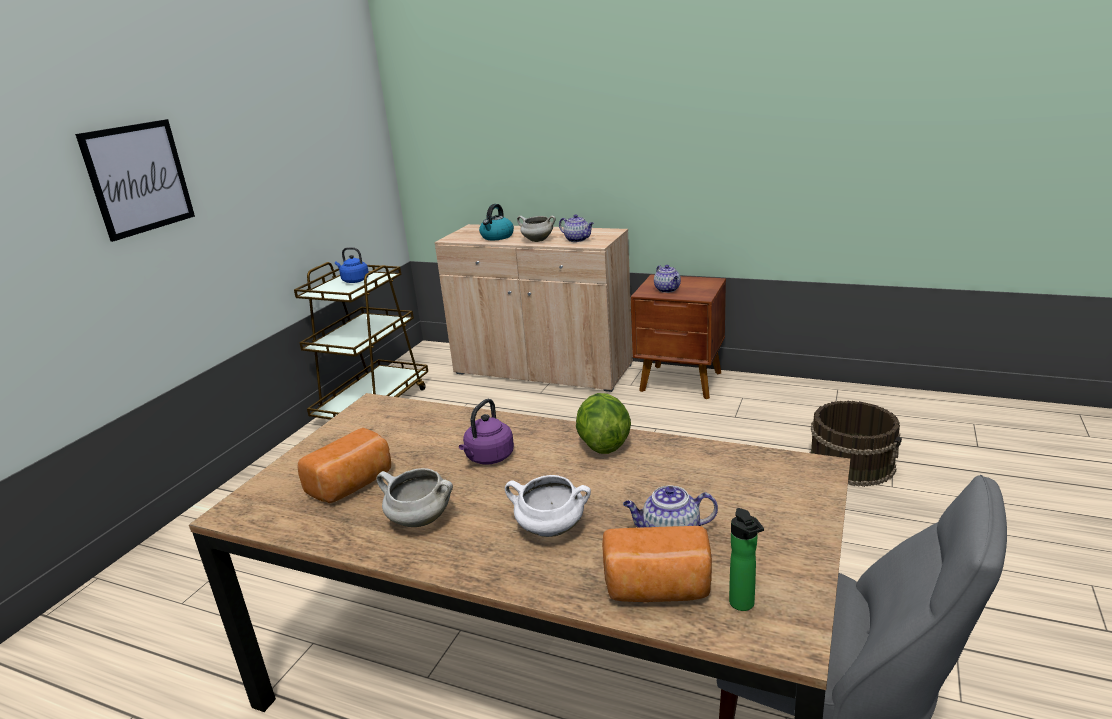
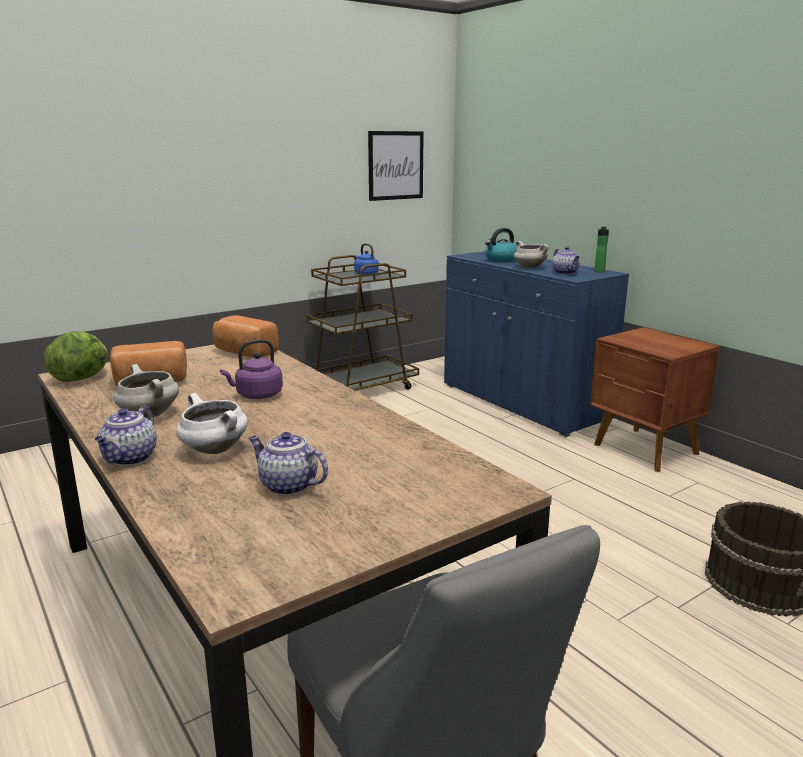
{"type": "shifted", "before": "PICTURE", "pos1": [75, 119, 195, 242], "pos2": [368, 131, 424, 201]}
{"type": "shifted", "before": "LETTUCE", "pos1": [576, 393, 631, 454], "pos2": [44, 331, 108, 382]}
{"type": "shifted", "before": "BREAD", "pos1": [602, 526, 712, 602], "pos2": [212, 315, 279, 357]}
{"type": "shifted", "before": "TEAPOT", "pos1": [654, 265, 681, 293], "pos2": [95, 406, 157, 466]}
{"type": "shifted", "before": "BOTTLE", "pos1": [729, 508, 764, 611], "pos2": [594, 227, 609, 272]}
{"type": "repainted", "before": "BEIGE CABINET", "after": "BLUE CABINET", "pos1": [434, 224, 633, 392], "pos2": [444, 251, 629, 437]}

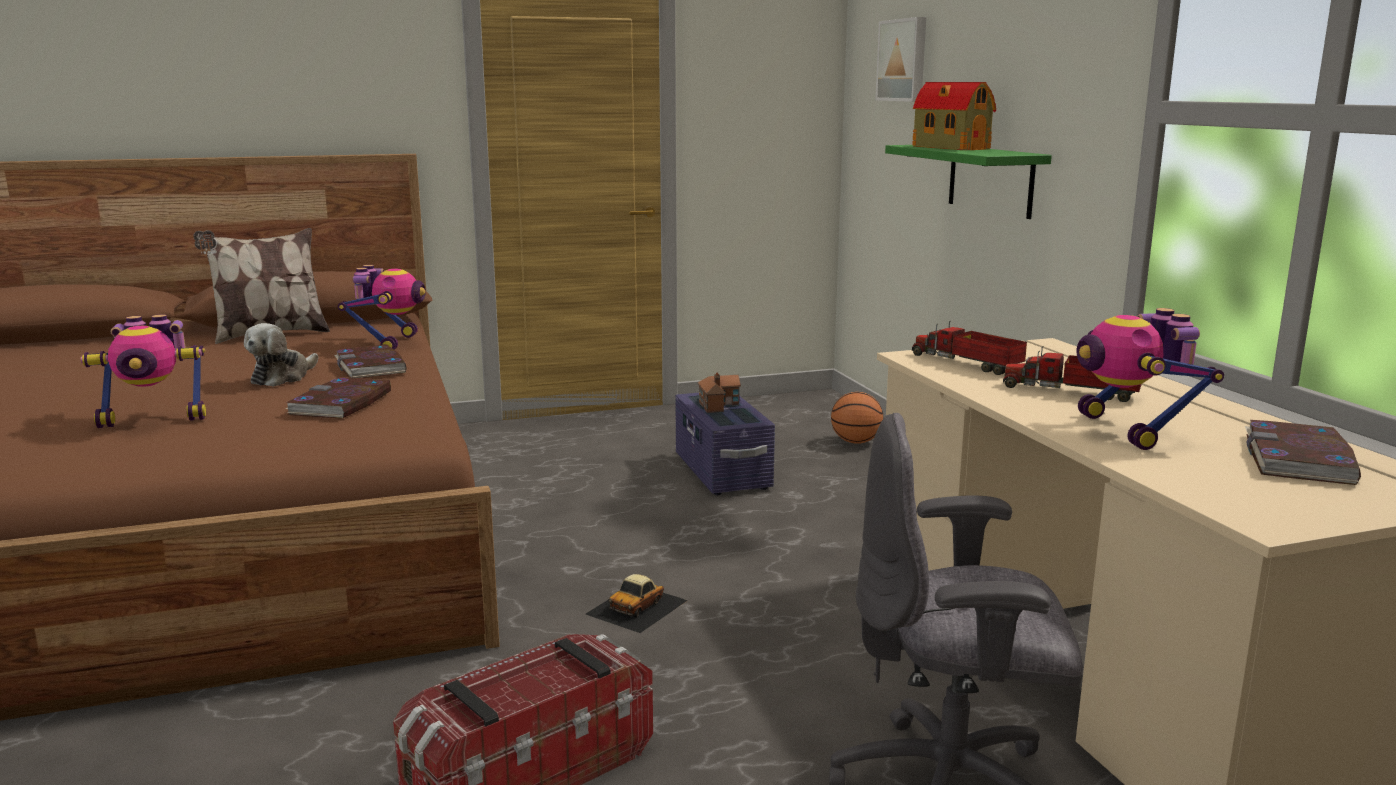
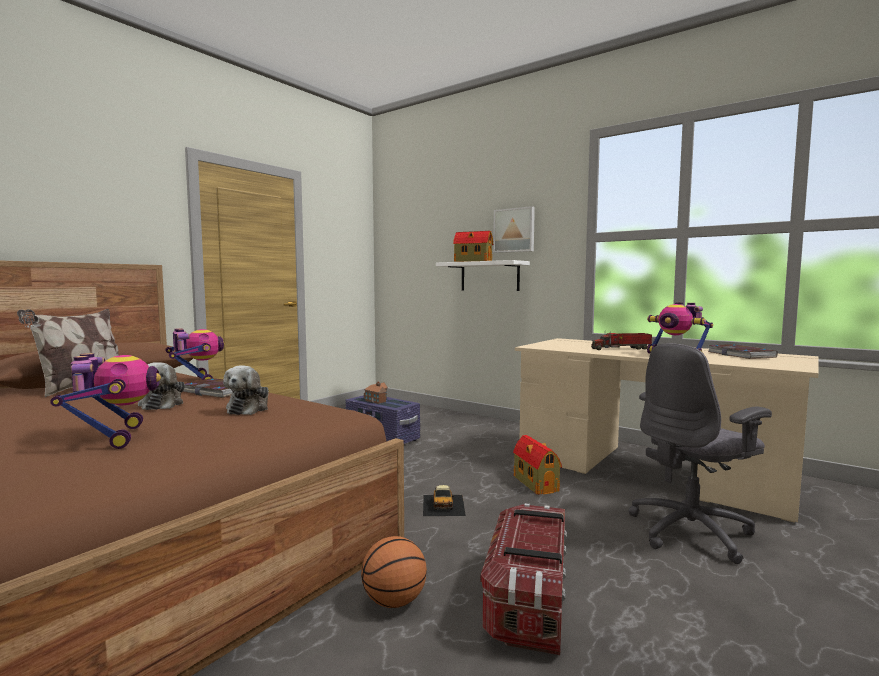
{"type": "gone", "before": "TOY TRUCK", "pos1": [912, 321, 1027, 375]}
{"type": "new", "after": "TOY HOUSE", "pos2": [513, 435, 562, 495]}
{"type": "shifted", "before": "BASKETBALL", "pos1": [831, 392, 884, 444], "pos2": [361, 536, 427, 608]}
{"type": "shifted", "before": "PICTURE", "pos1": [875, 17, 926, 102], "pos2": [493, 206, 535, 253]}
{"type": "swapped", "before": "BOOK", "after": "PLUSH TOY", "pos1": [286, 377, 391, 419], "pos2": [223, 365, 269, 415]}
{"type": "repainted", "before": "GREEN SHELF", "after": "WHITE SHELF", "pos1": [885, 145, 1052, 219], "pos2": [436, 260, 530, 291]}
{"type": "rotated", "before": "TOY ROBOT", "pos1": [81, 314, 206, 428], "pos2": [50, 353, 161, 449], "turn": -60}

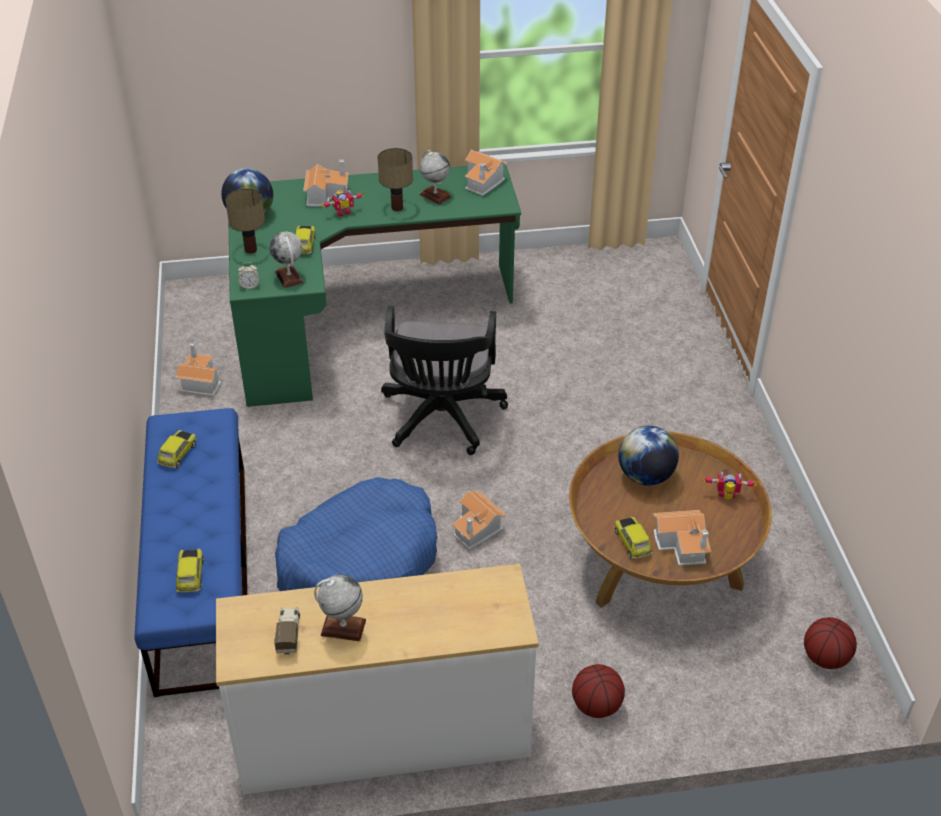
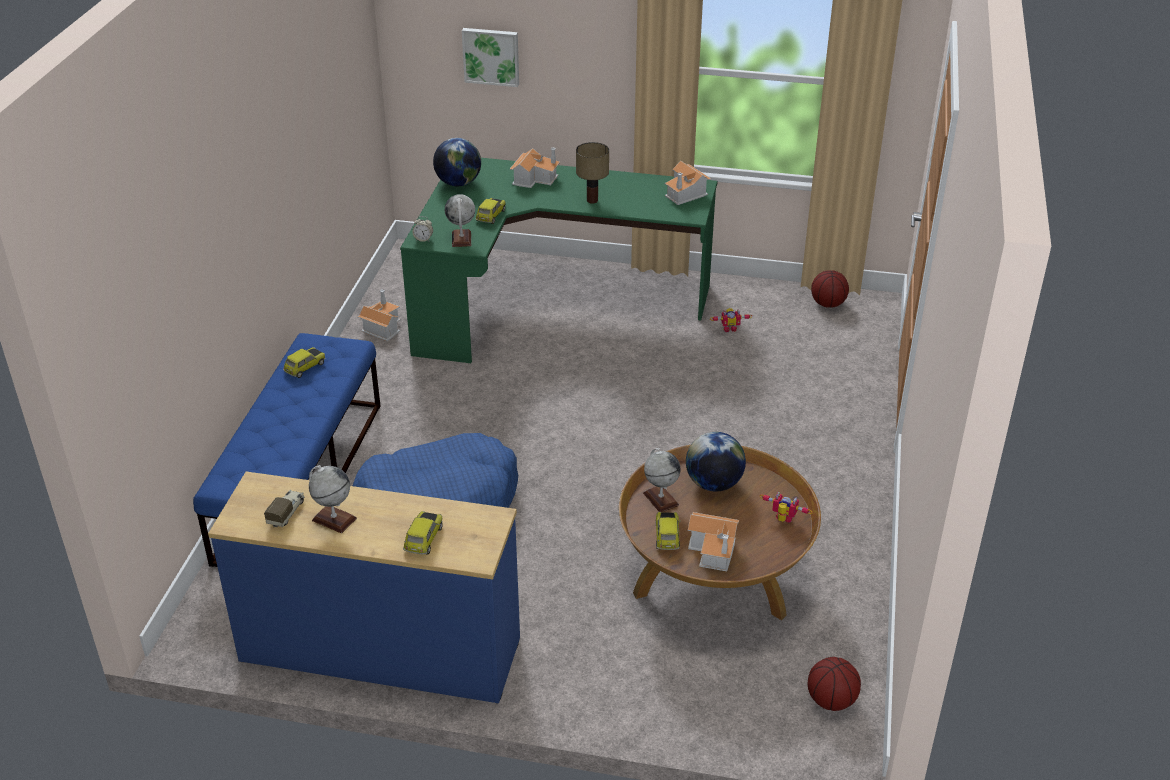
{"type": "gone", "before": "TABLE LAMP", "pos1": [225, 188, 265, 254]}
{"type": "gone", "before": "BLACK OFFICE CHAIR", "pos1": [381, 306, 508, 455]}
{"type": "gone", "before": "TOY HOUSE", "pos1": [452, 491, 506, 550]}
{"type": "new", "after": "PICTURE", "pos2": [462, 28, 519, 87]}
{"type": "shifted", "before": "TOY CAR", "pos1": [176, 549, 204, 593], "pos2": [403, 511, 443, 554]}
{"type": "shifted", "before": "TOY ROBOT", "pos1": [321, 189, 364, 217], "pos2": [710, 308, 752, 332]}
{"type": "shifted", "before": "GLOBE", "pos1": [419, 150, 452, 205], "pos2": [643, 448, 680, 512]}
{"type": "shifted", "before": "BASKETBALL", "pos1": [572, 664, 625, 718], "pos2": [811, 270, 849, 308]}
{"type": "repainted", "before": "WHITE DRESSER", "after": "BLUE DRESSER", "pos1": [216, 564, 539, 795], "pos2": [208, 471, 520, 703]}

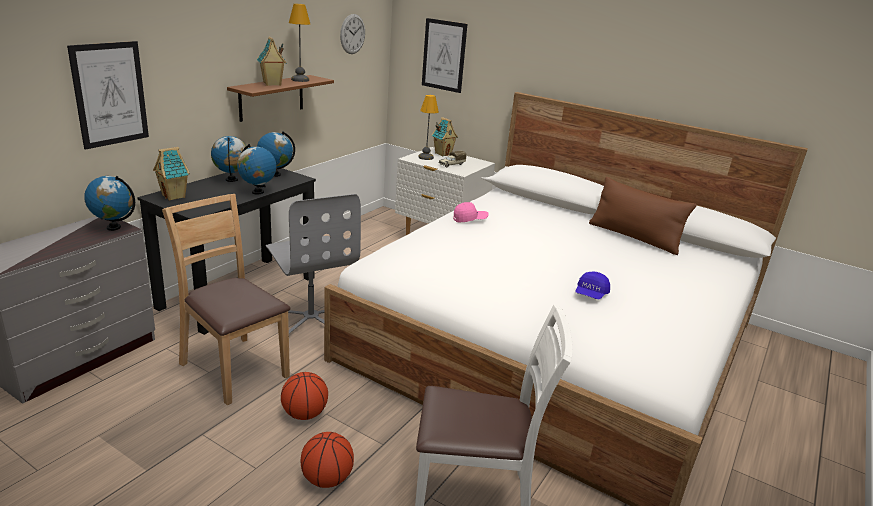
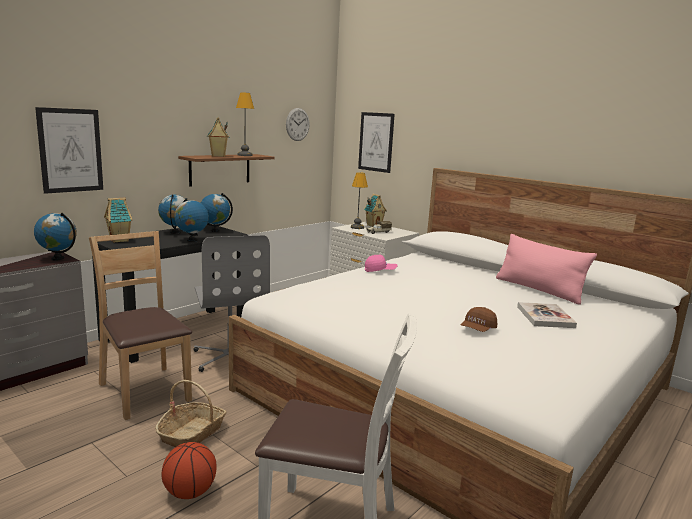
{"type": "new", "after": "BOOK", "pos2": [517, 302, 577, 328]}
{"type": "swapped", "before": "BASKETBALL", "after": "BASKET", "pos1": [281, 372, 328, 420], "pos2": [155, 380, 226, 447]}
{"type": "repainted", "before": "BLUE CAP", "after": "BROWN CAP", "pos1": [576, 272, 610, 299], "pos2": [461, 307, 497, 332]}
{"type": "repainted", "before": "BROWN PILLOW", "after": "PINK PILLOW", "pos1": [589, 177, 697, 255], "pos2": [496, 234, 597, 305]}

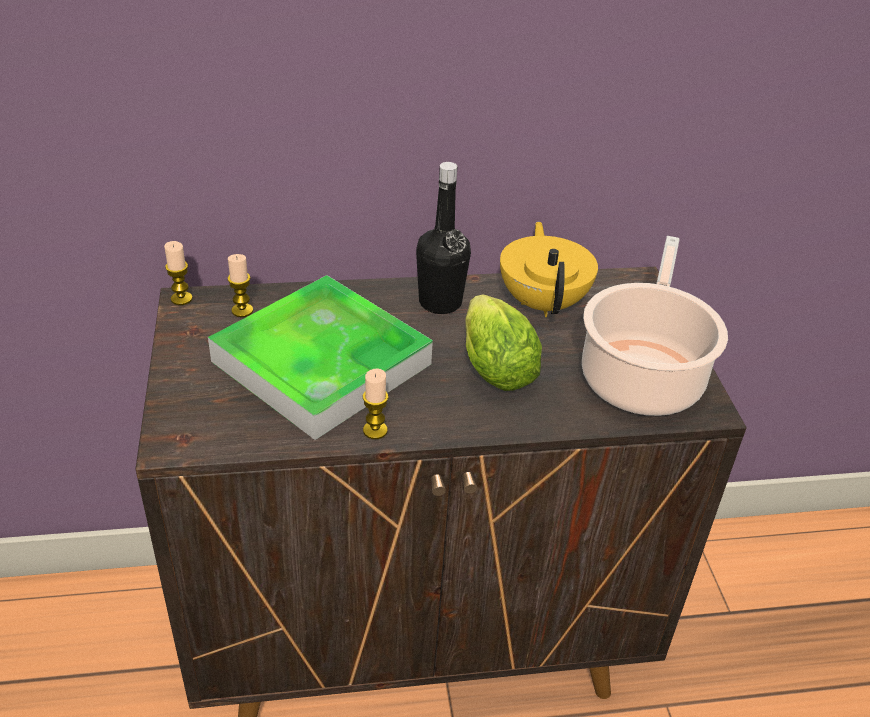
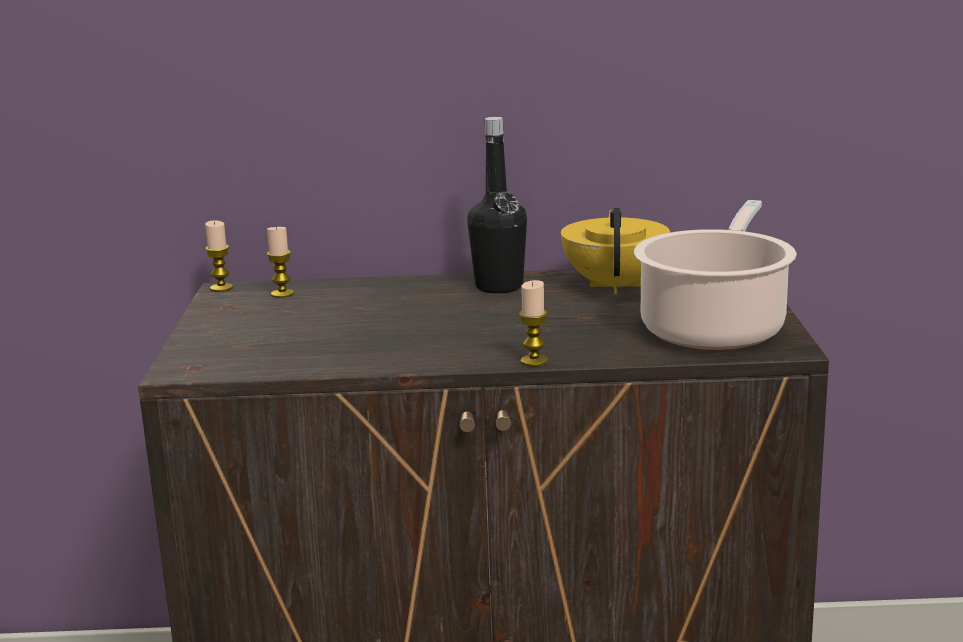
{"type": "gone", "before": "TRAY", "pos1": [208, 275, 433, 440]}
{"type": "gone", "before": "LETTUCE", "pos1": [465, 295, 542, 391]}
{"type": "shifted", "before": "CANDLE", "pos1": [363, 368, 388, 439], "pos2": [519, 280, 548, 367]}

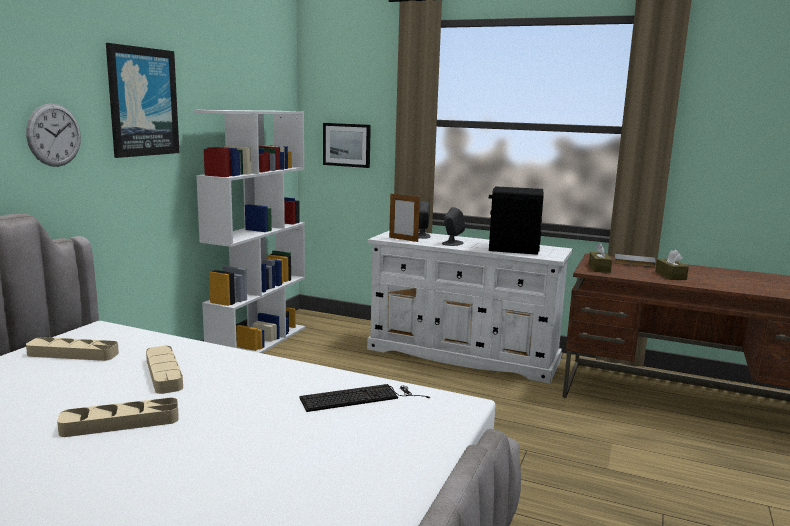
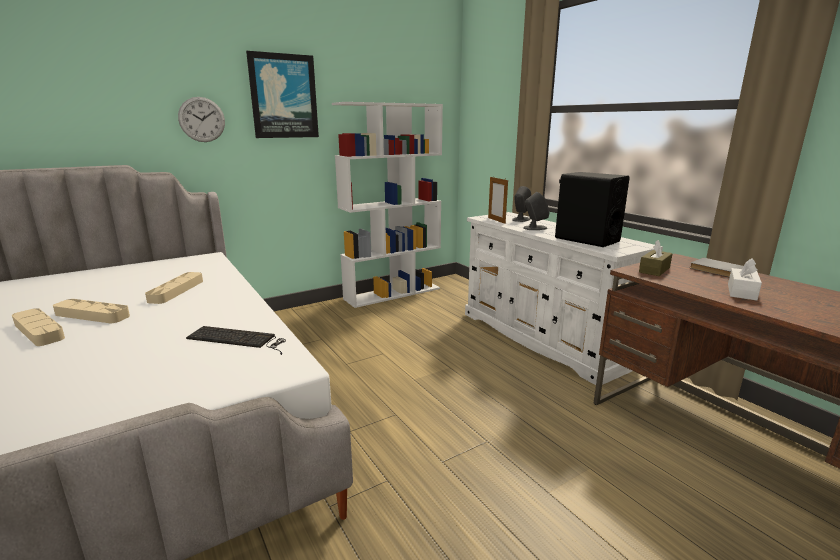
{"type": "gone", "before": "PICTURE", "pos1": [323, 123, 371, 168]}
{"type": "shifted", "before": "BEIGE TRAY", "pos1": [26, 337, 119, 361], "pos2": [12, 308, 65, 346]}
{"type": "repainted", "before": "BROWN TISSUE BOX", "after": "WHITE TISSUE BOX", "pos1": [655, 249, 689, 280], "pos2": [728, 258, 762, 301]}

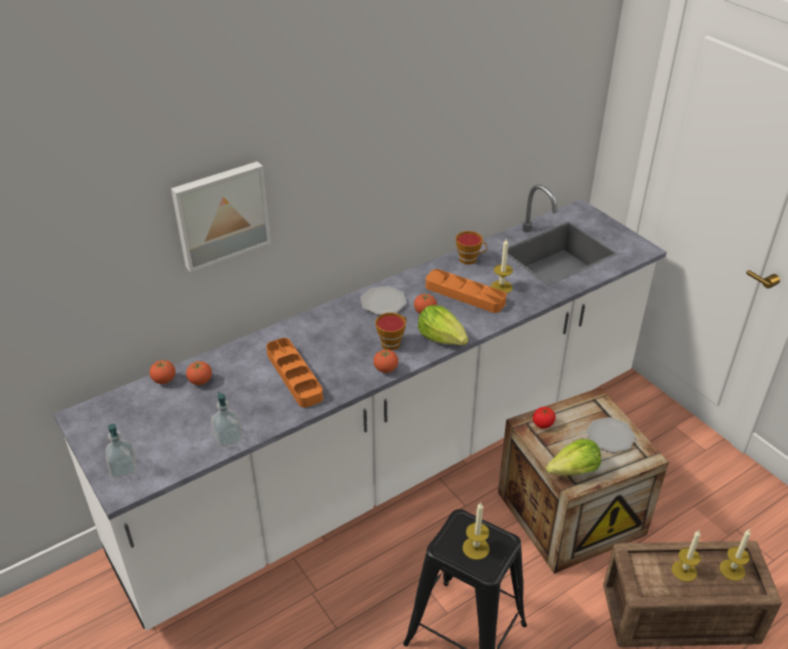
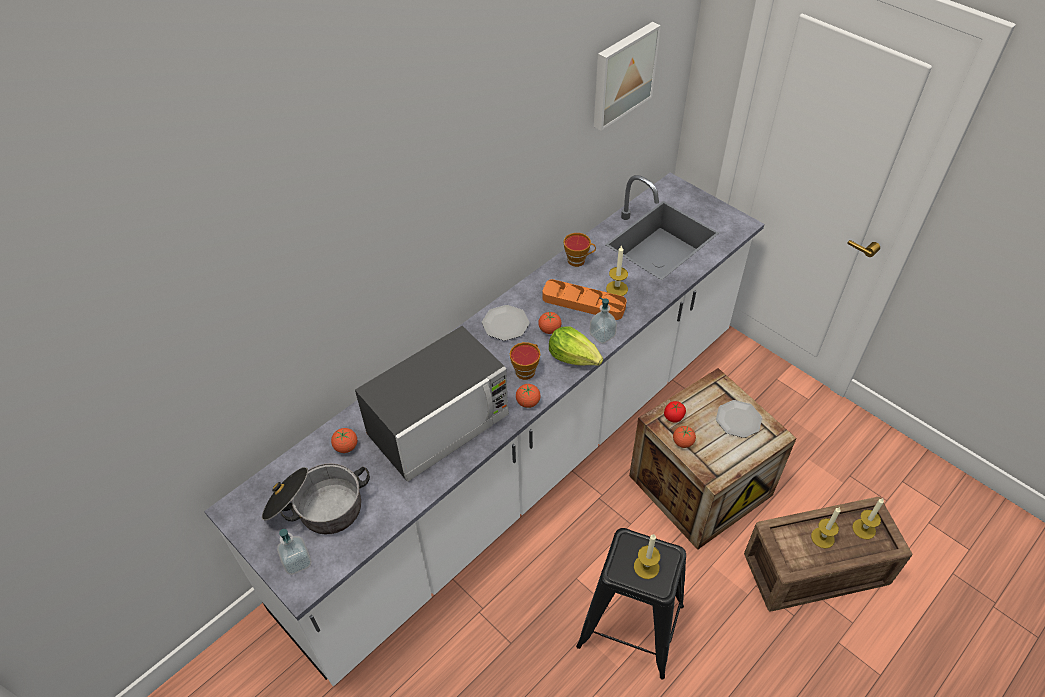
{"type": "gone", "before": "LETTUCE", "pos1": [546, 439, 601, 476]}
{"type": "new", "after": "COOKING POT", "pos2": [262, 463, 370, 535]}
{"type": "shifted", "before": "TOMATO", "pos1": [150, 360, 176, 384], "pos2": [673, 426, 696, 448]}
{"type": "shifted", "before": "PICTURE", "pos1": [171, 161, 271, 272], "pos2": [594, 22, 661, 131]}
{"type": "shifted", "before": "SOAP DISPENSER", "pos1": [211, 392, 242, 447], "pos2": [589, 298, 617, 344]}
{"type": "swapped", "before": "ORANGE TRAY", "after": "MICROWAVE", "pos1": [266, 338, 323, 407], "pos2": [355, 326, 509, 482]}

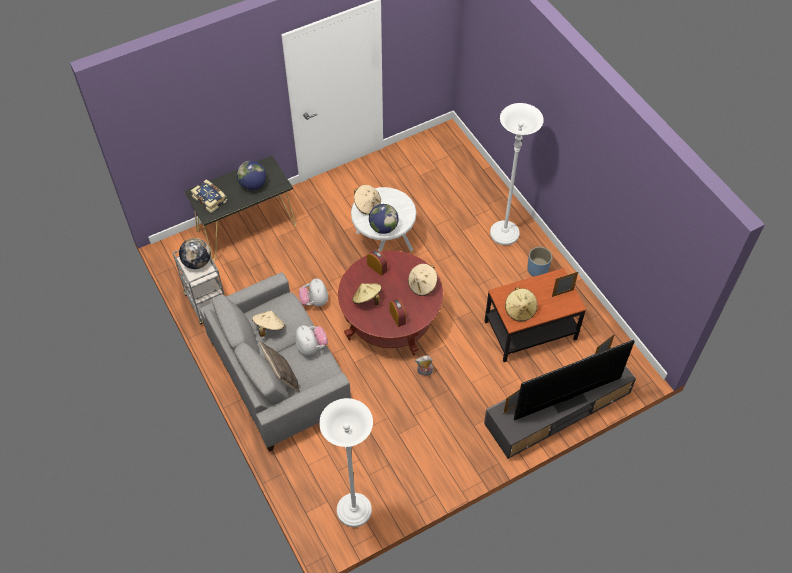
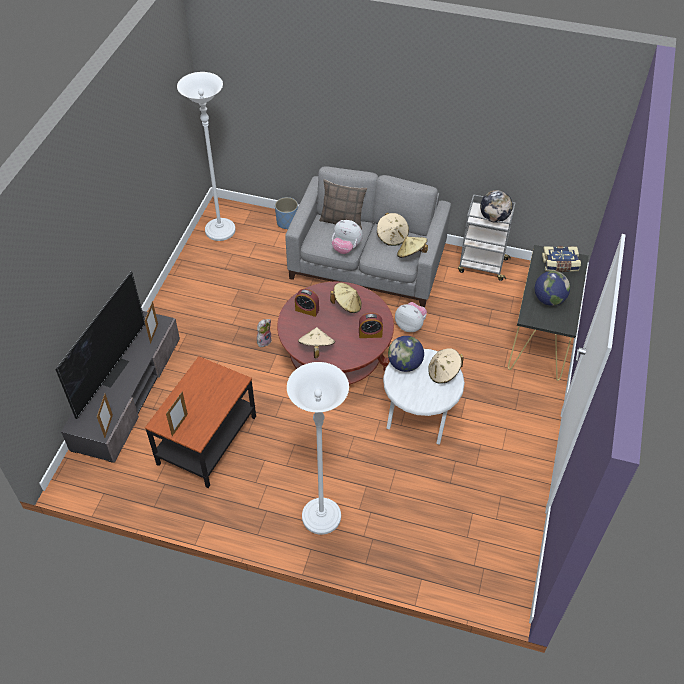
{"type": "shifted", "before": "BEIGE HAT", "pos1": [505, 287, 538, 322], "pos2": [397, 236, 428, 258]}
{"type": "shifted", "before": "BLUE PLANTER", "pos1": [527, 247, 552, 277], "pos2": [275, 197, 298, 229]}

